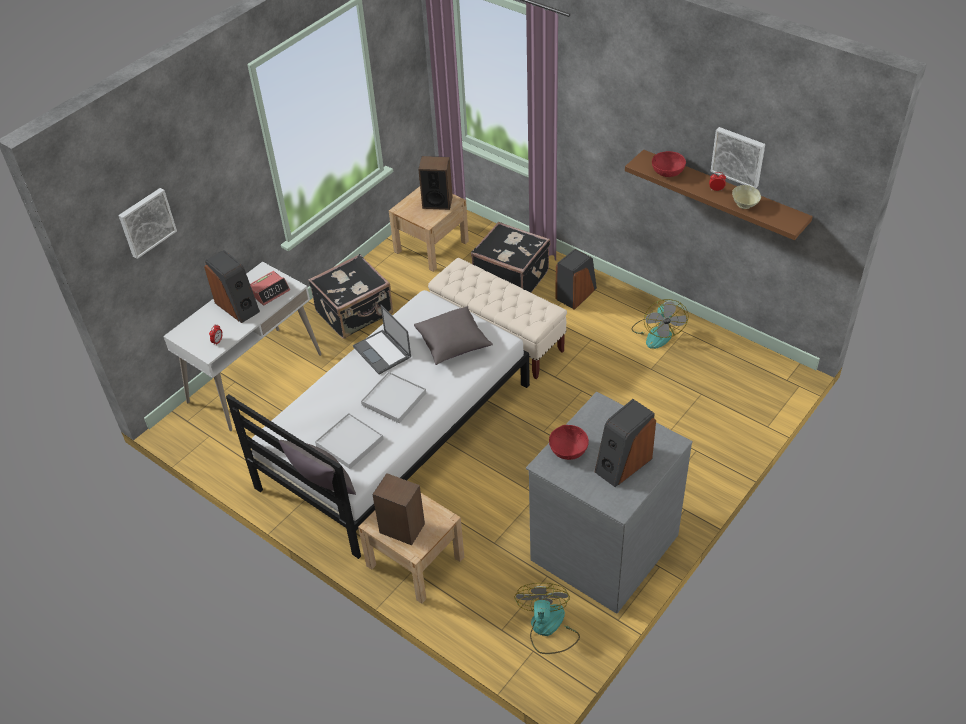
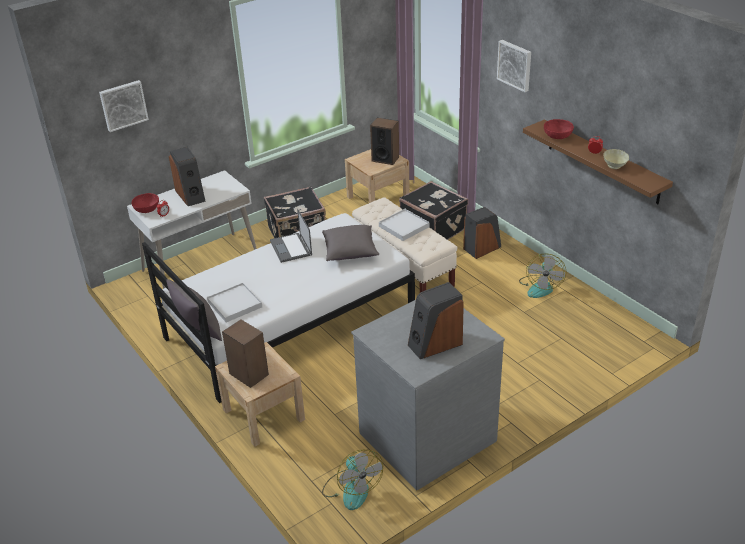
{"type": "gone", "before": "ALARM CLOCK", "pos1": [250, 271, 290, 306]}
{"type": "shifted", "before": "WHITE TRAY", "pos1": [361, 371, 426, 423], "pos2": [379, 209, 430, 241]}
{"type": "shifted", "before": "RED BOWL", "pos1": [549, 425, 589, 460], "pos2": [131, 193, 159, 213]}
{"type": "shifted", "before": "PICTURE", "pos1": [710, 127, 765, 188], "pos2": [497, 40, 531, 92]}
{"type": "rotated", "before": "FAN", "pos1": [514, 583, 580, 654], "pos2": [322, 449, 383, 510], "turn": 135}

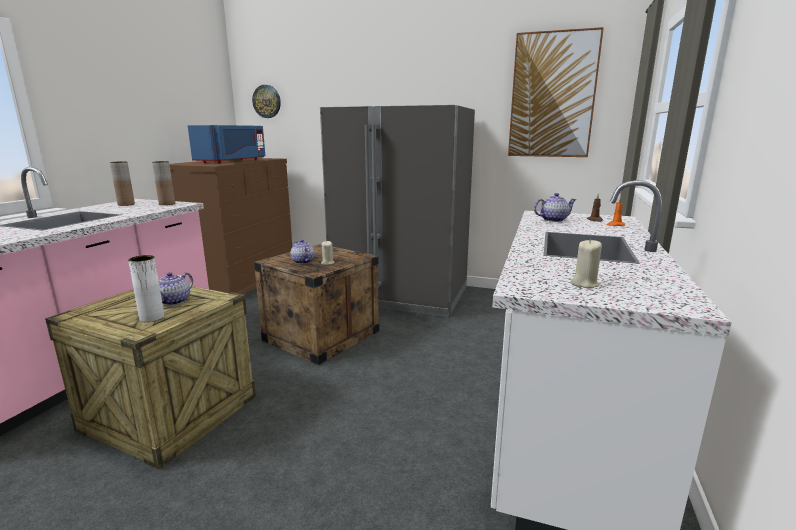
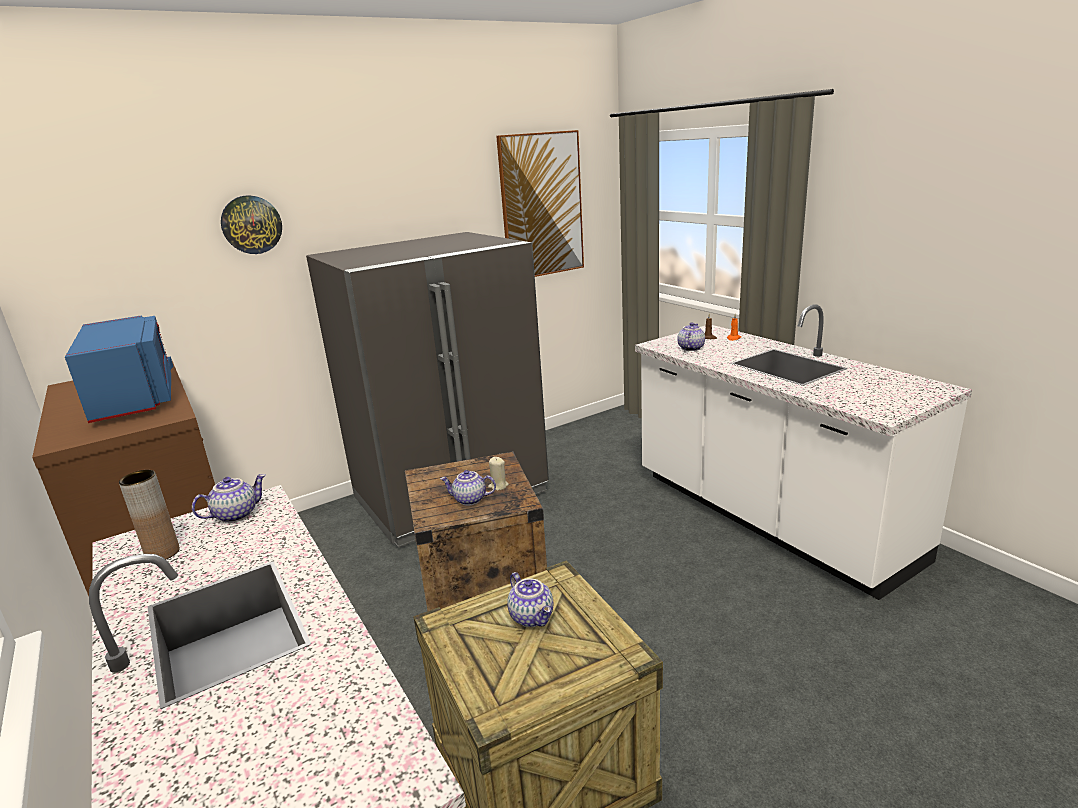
{"type": "gone", "before": "WHITE VASE", "pos1": [128, 255, 164, 322]}
{"type": "gone", "before": "BEIGE CANDLE", "pos1": [570, 239, 602, 288]}
{"type": "shifted", "before": "WALL CLOCK", "pos1": [252, 85, 281, 118], "pos2": [221, 195, 282, 254]}
{"type": "swapped", "before": "BROWN VASE", "after": "TEAPOT", "pos1": [152, 161, 175, 205], "pos2": [192, 474, 266, 523]}

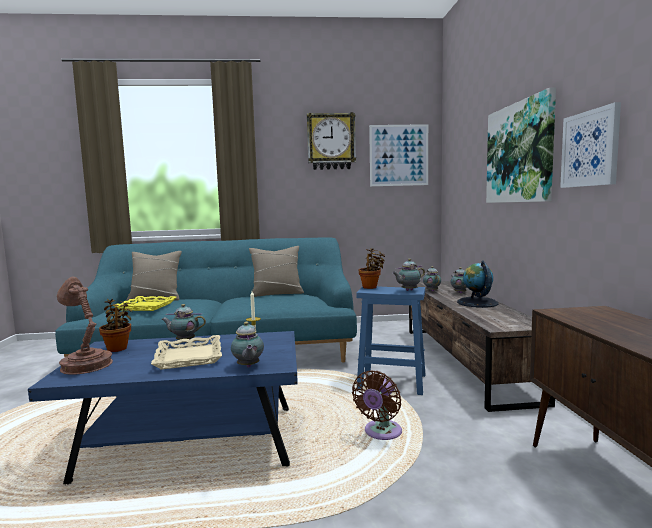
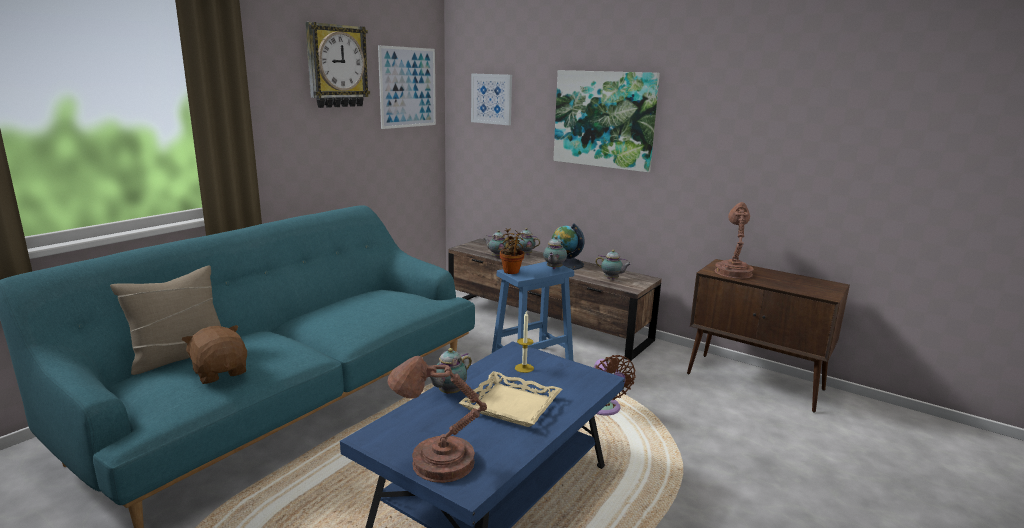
{"type": "gone", "before": "POTTED PLANT", "pos1": [99, 299, 132, 352]}
{"type": "gone", "before": "BEIGE PILLOW", "pos1": [249, 246, 304, 297]}
{"type": "new", "after": "BROWN TABLE LAMP", "pos2": [714, 202, 754, 279]}
{"type": "shifted", "before": "TEAPOT", "pos1": [231, 322, 264, 368], "pos2": [595, 250, 631, 280]}
{"type": "shifted", "before": "PICTURE", "pos1": [560, 102, 621, 188], "pos2": [471, 73, 512, 125]}
{"type": "swapped", "before": "YELLOW TRAY", "after": "BROWN PLUSH TOY", "pos1": [113, 296, 176, 311], "pos2": [181, 325, 247, 384]}

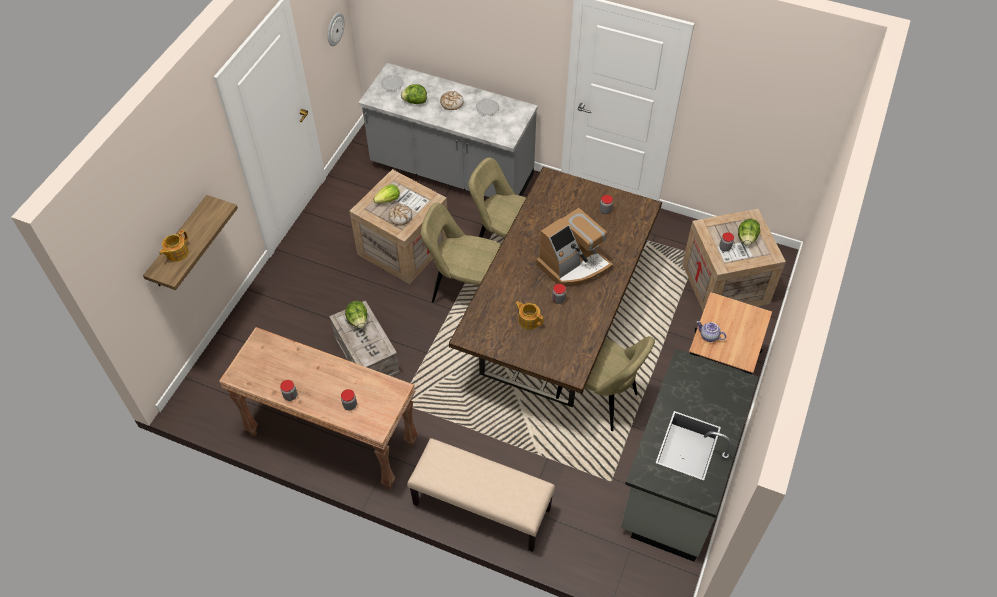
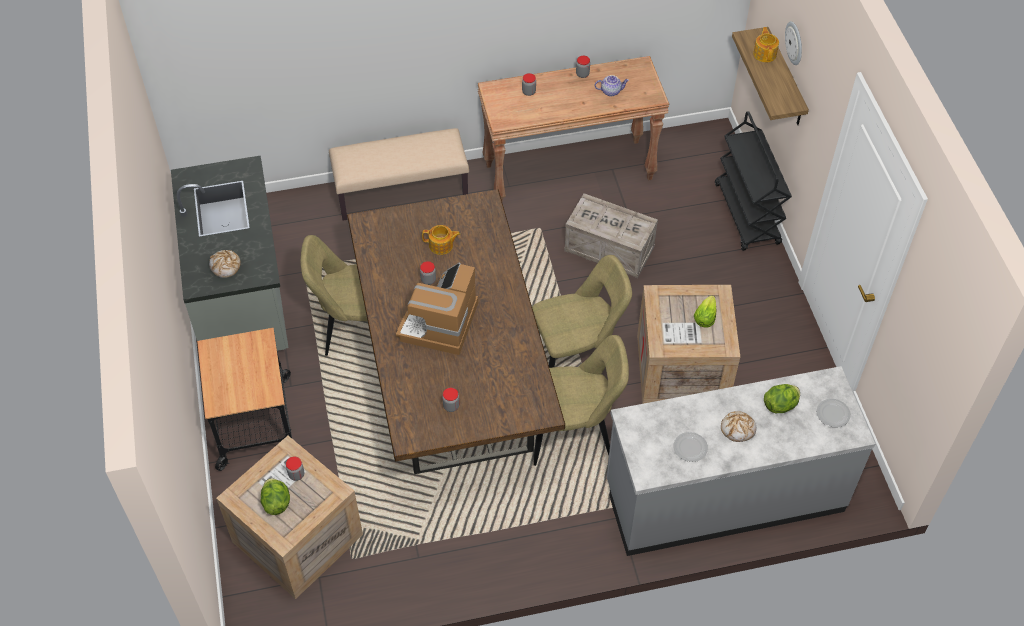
{"type": "gone", "before": "LETTUCE", "pos1": [345, 301, 367, 328]}
{"type": "new", "after": "BLACK CART", "pos2": [715, 111, 792, 251]}
{"type": "shifted", "before": "WALL CLOCK", "pos1": [328, 13, 345, 46], "pos2": [785, 21, 802, 65]}
{"type": "shifted", "before": "BREAD", "pos1": [388, 204, 412, 226], "pos2": [209, 250, 241, 278]}
{"type": "shifted", "before": "TEAPOT", "pos1": [697, 321, 726, 342], "pos2": [595, 75, 629, 96]}

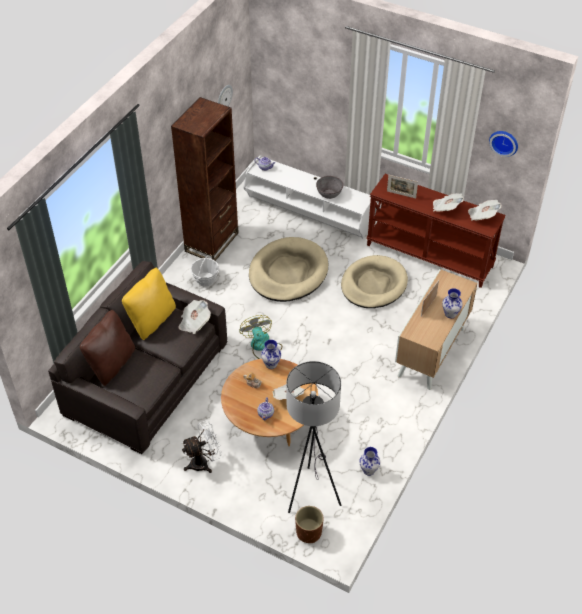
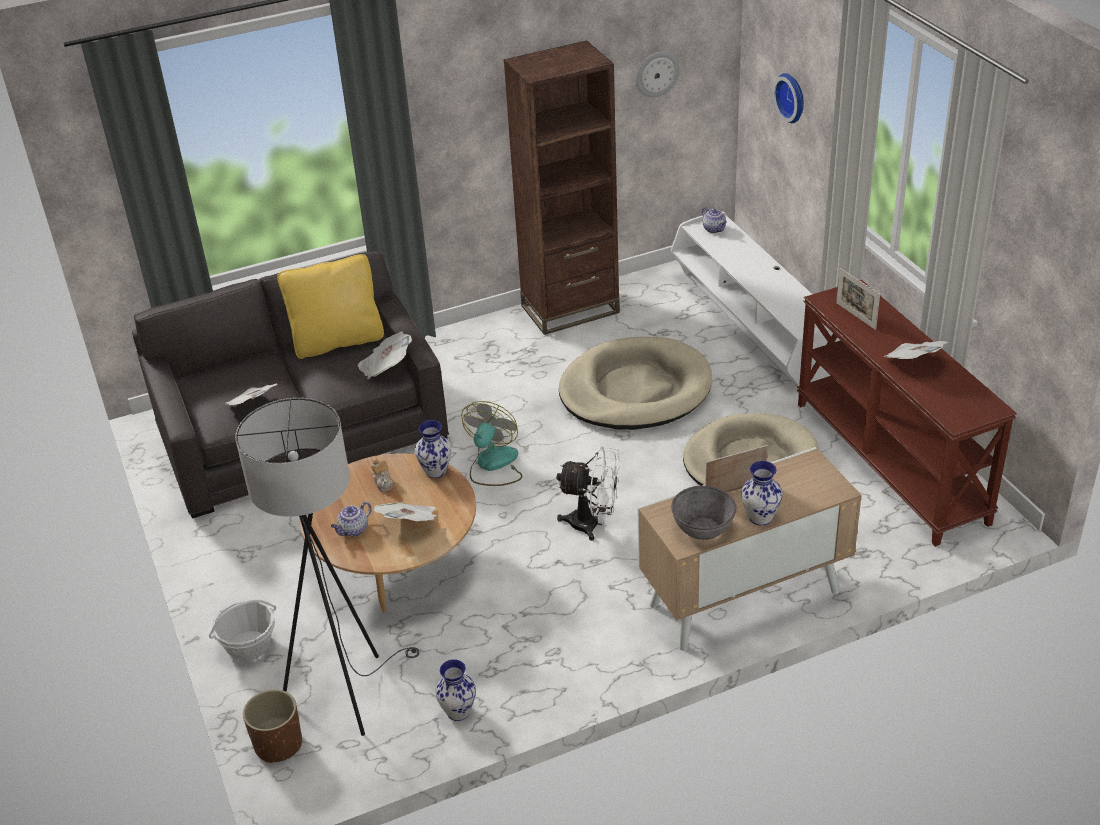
{"type": "gone", "before": "BROWN PILLOW", "pos1": [80, 310, 135, 386]}
{"type": "shifted", "before": "WHITE FAN", "pos1": [182, 420, 222, 473], "pos2": [557, 446, 621, 541]}
{"type": "shifted", "before": "BASKET", "pos1": [190, 255, 219, 286], "pos2": [209, 600, 276, 661]}
{"type": "shifted", "before": "GREY BOWL", "pos1": [316, 176, 343, 199], "pos2": [671, 485, 737, 540]}
{"type": "shifted", "before": "NEWSPAPER", "pos1": [468, 200, 501, 221], "pos2": [226, 383, 278, 405]}
{"type": "shifted", "before": "WALL CLOCK", "pos1": [489, 131, 518, 157], "pos2": [773, 73, 804, 123]}

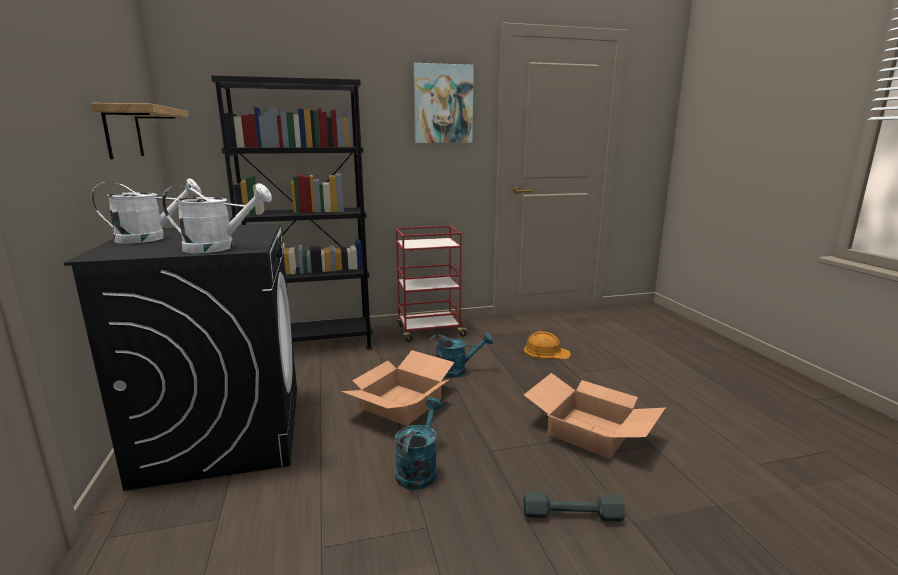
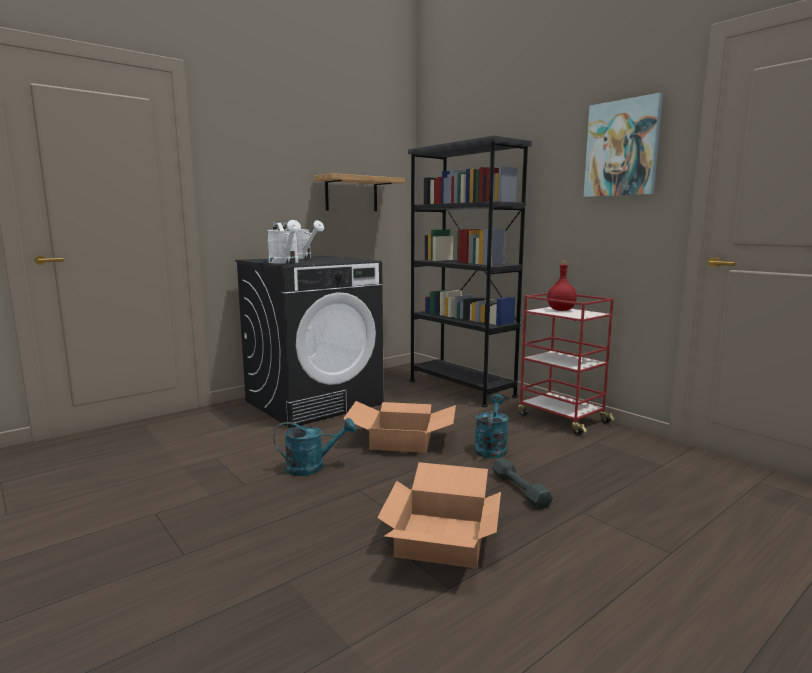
{"type": "gone", "before": "ORANGE HARD HAT", "pos1": [524, 331, 571, 359]}
{"type": "new", "after": "RED BOTTLE", "pos2": [547, 261, 577, 311]}
{"type": "shifted", "before": "GREY DUMBBELL", "pos1": [523, 492, 625, 521], "pos2": [492, 458, 553, 509]}
{"type": "rotated", "before": "TURQUOISE WATERING CAN", "pos1": [427, 332, 493, 378], "pos2": [474, 394, 509, 458], "turn": -135}

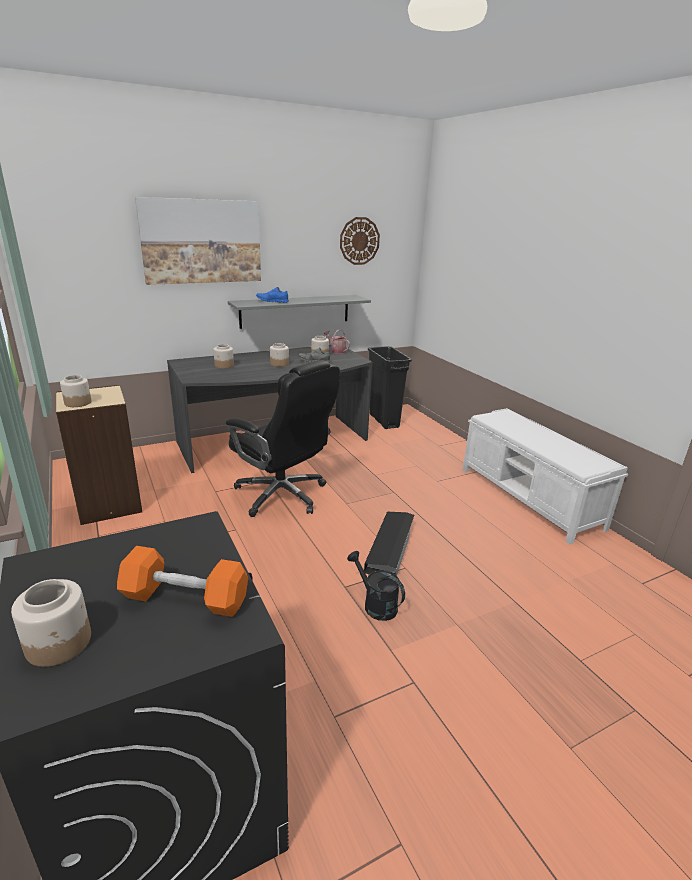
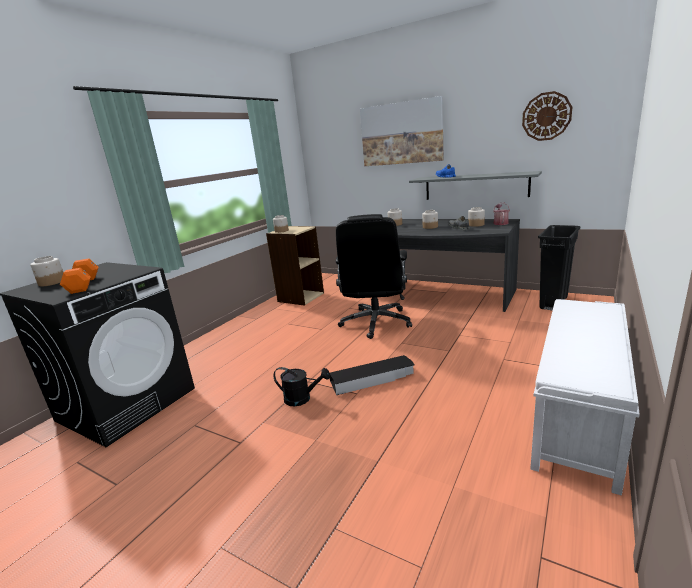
{"type": "rotated", "before": "BLACK WATERING CAN", "pos1": [347, 551, 405, 621], "pos2": [274, 367, 330, 406], "turn": 90}

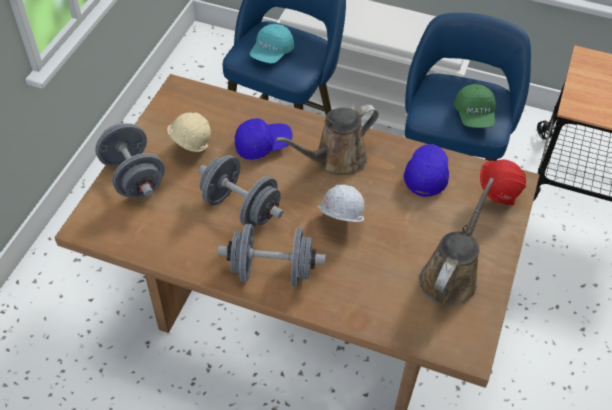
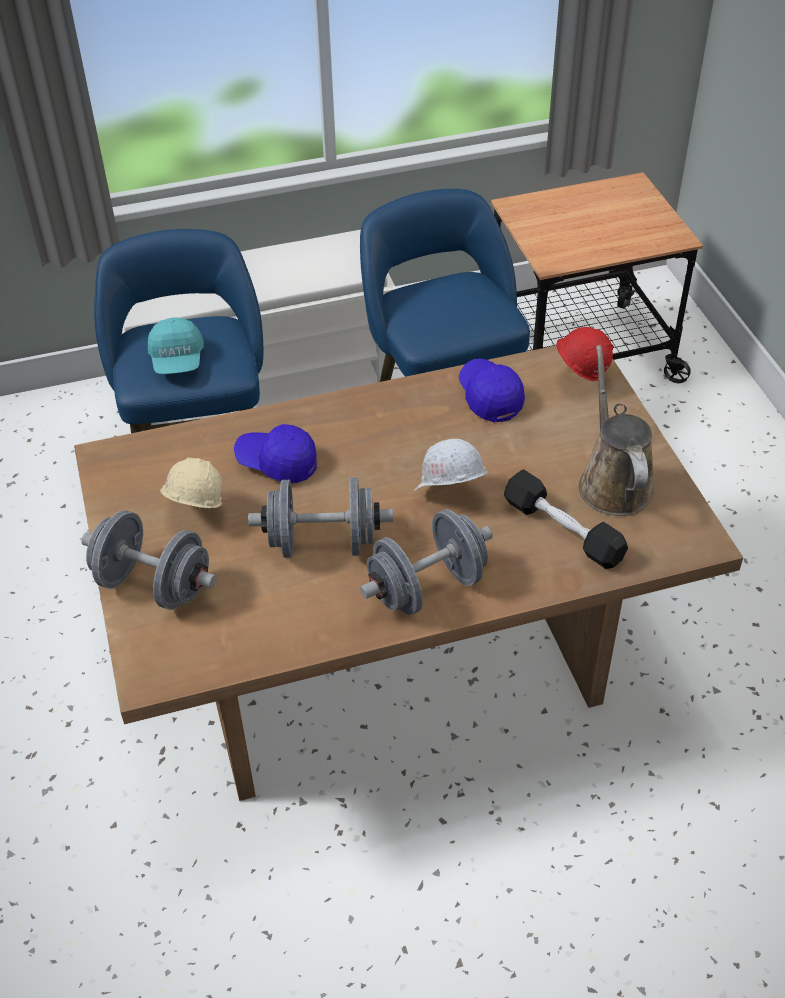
{"type": "gone", "before": "BROWN WATERING CAN", "pos1": [275, 105, 379, 175]}
{"type": "gone", "before": "GREEN CAP", "pos1": [454, 84, 496, 128]}
{"type": "new", "after": "BLACK DUMBBELL", "pos2": [504, 469, 628, 569]}
{"type": "rotated", "before": "BLUE CAP", "pos1": [235, 118, 293, 160], "pos2": [234, 424, 317, 483], "turn": -105}

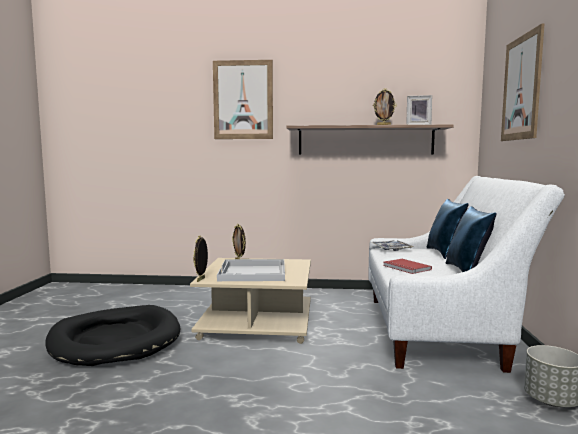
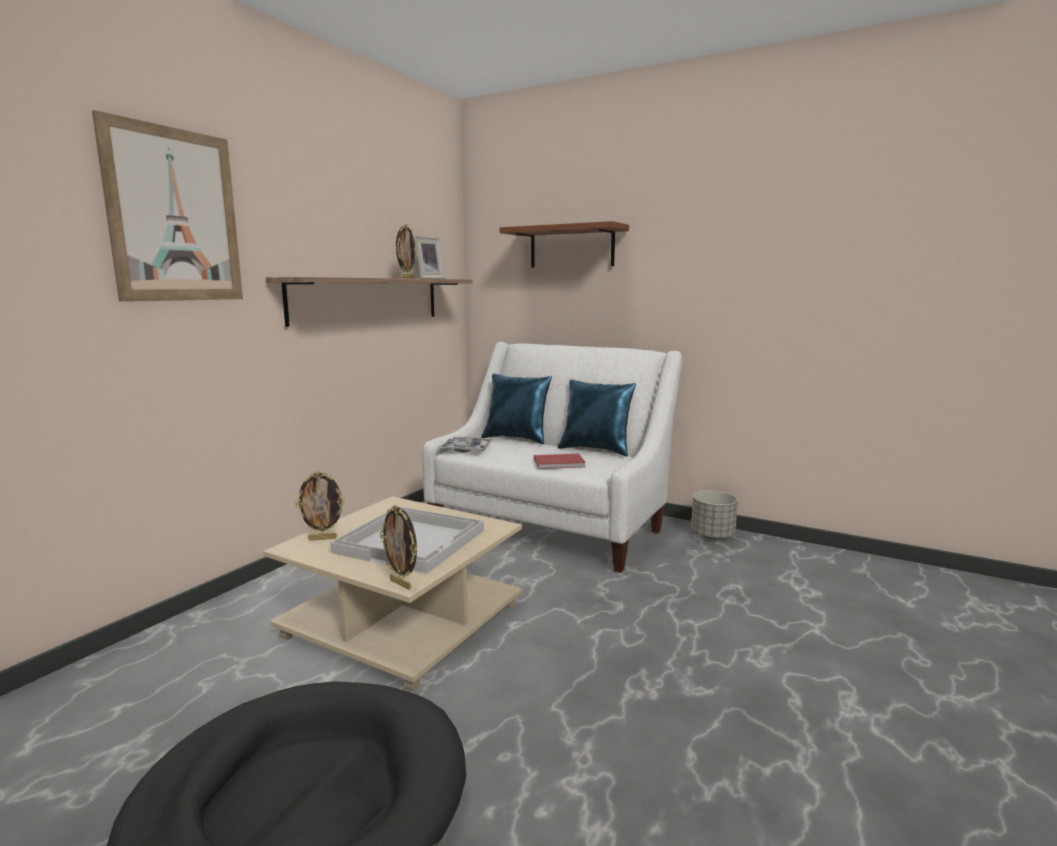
{"type": "swapped", "before": "PICTURE", "after": "BROWN SHELF", "pos1": [501, 23, 545, 141], "pos2": [500, 221, 629, 268]}

